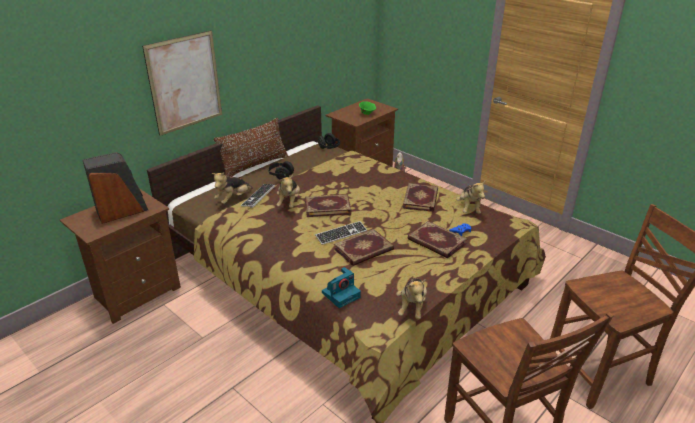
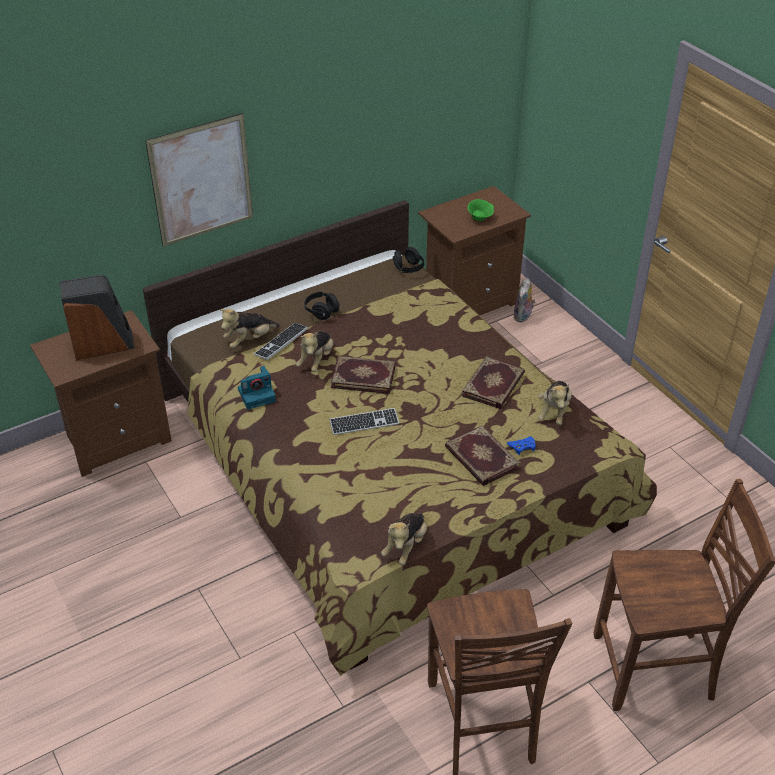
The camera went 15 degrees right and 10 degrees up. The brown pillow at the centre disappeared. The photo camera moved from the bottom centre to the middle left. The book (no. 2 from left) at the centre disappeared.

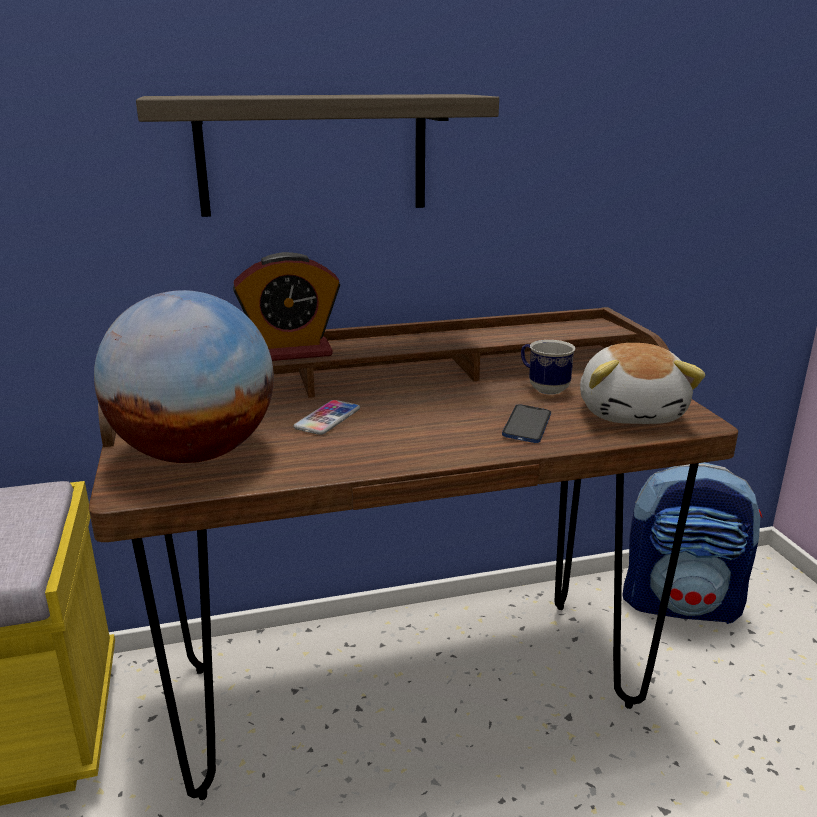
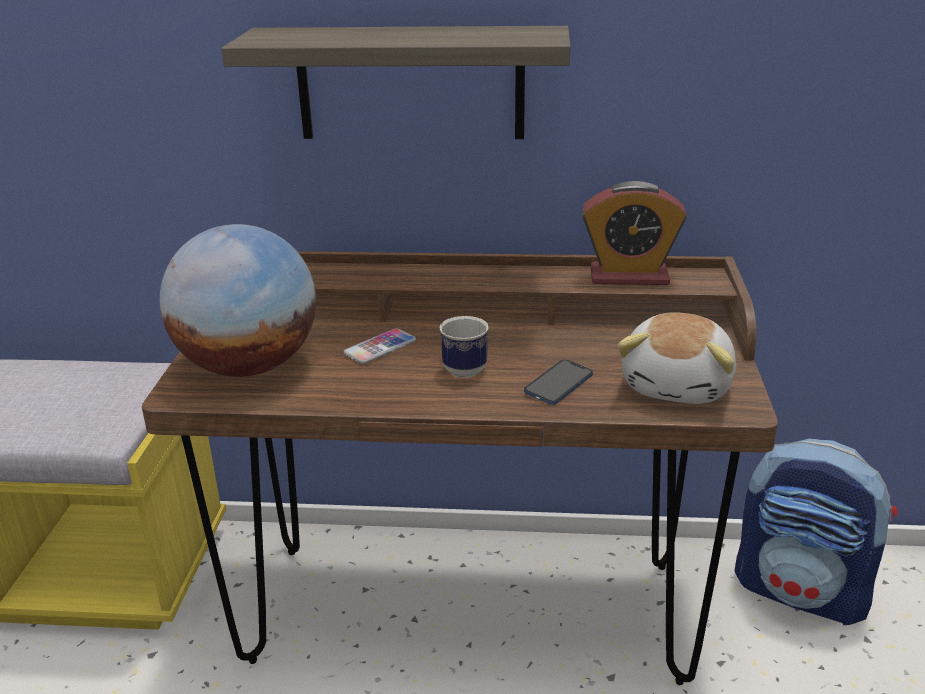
The camera went 20 degrees right and 5 degrees up. The alarm clock moved from the centre to the middle right. The mug moved from the middle right to the centre.

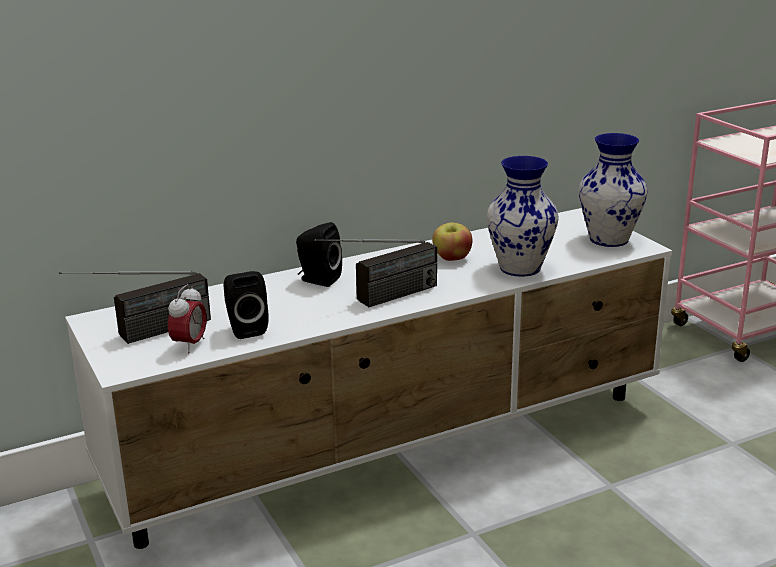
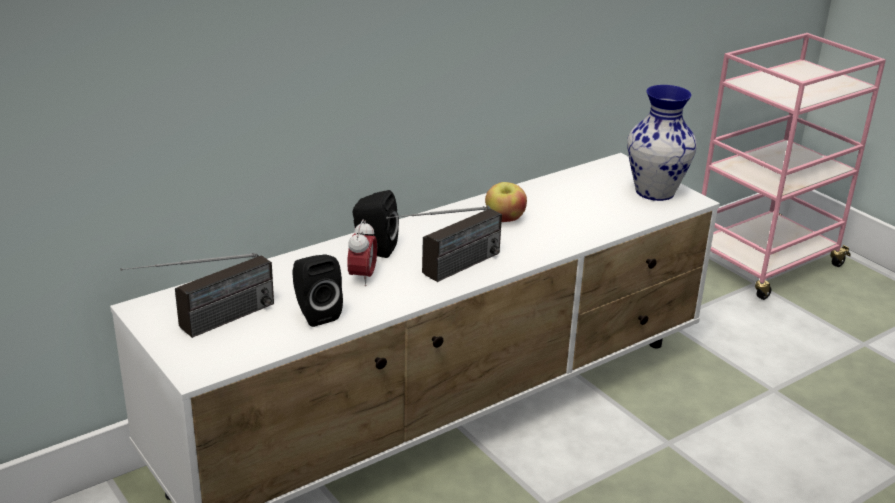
The camera went 10 degrees left and 5 degrees up. The alarm clock moved from the middle left to the centre. The vase (no. 1 from left) at the middle right disappeared.

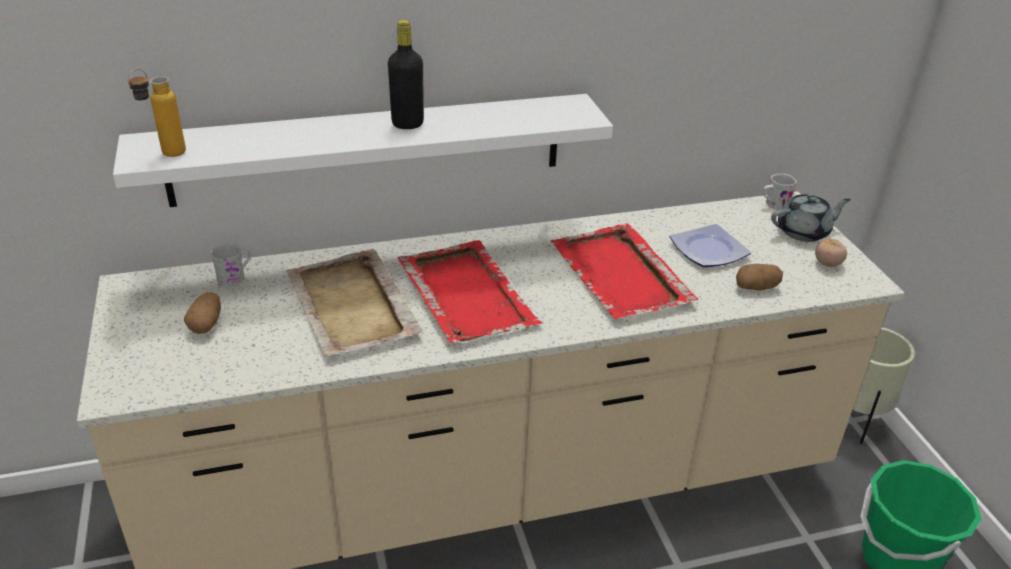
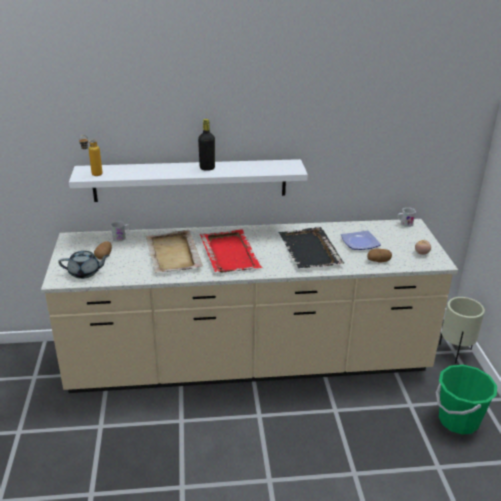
The camera went 10 degrees right and 5 degrees down. The red tray (no. 2 from left) at the centre became the black tray at the centre. The grey teapot moved from the middle right to the middle left.

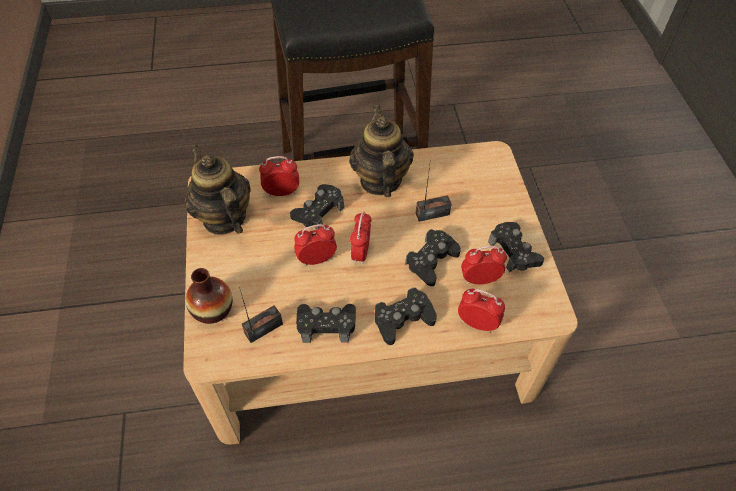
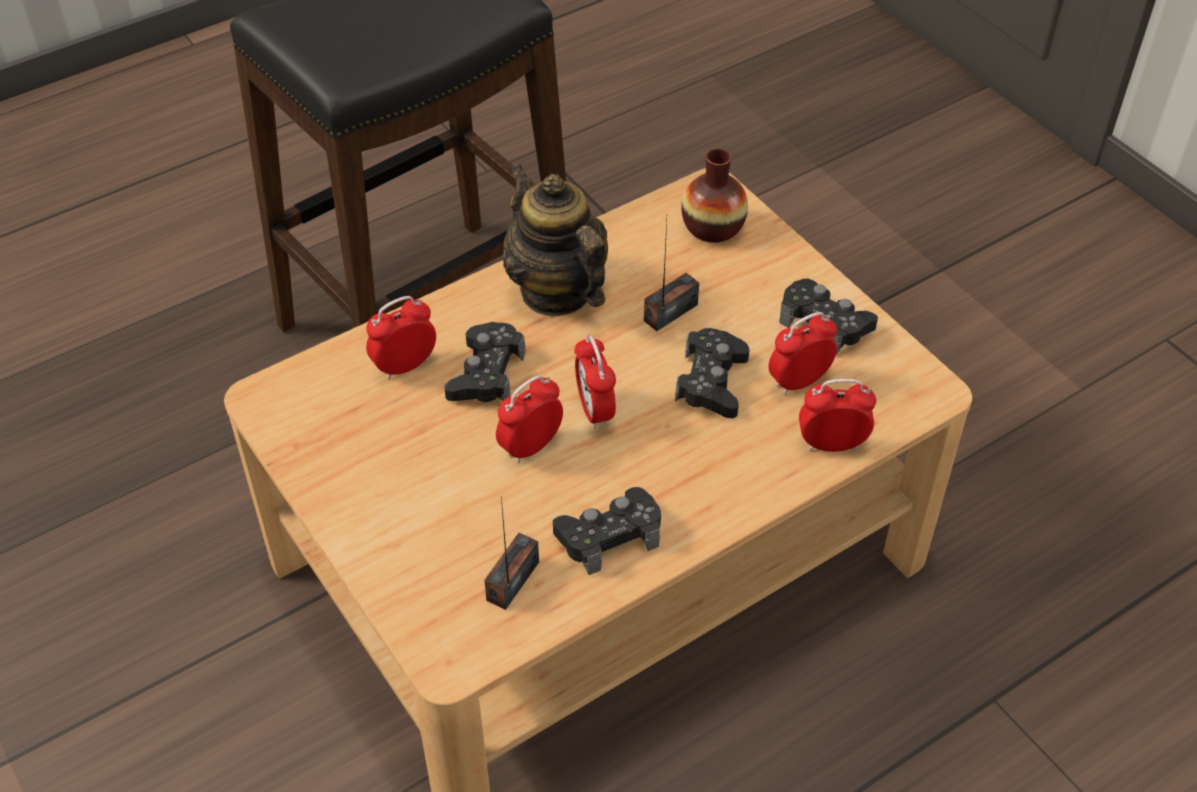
The camera went 25 degrees left and 5 degrees down. The teapot (no. 1 from left) at the middle left disappeared. The vase moved from the middle left to the top centre. The black game controller (no. 3 from left) at the centre disappeared.

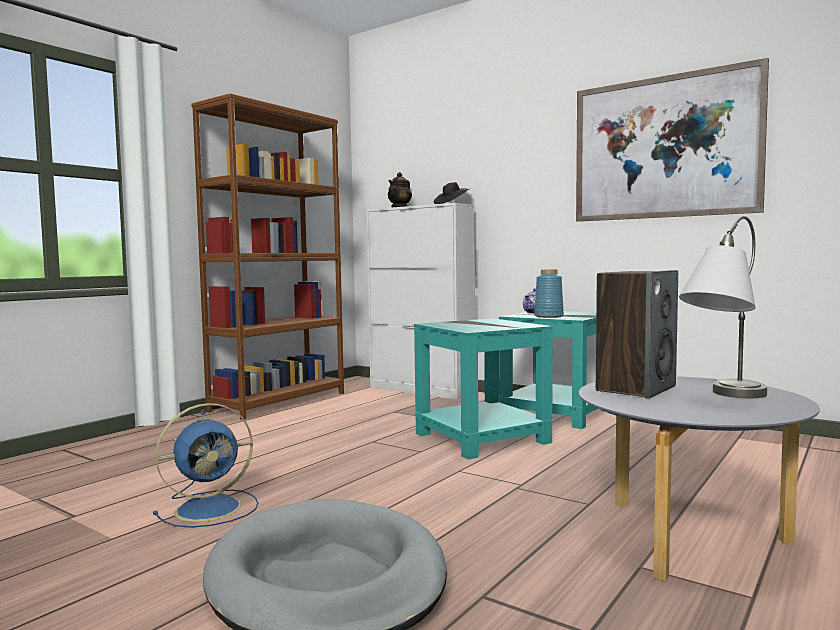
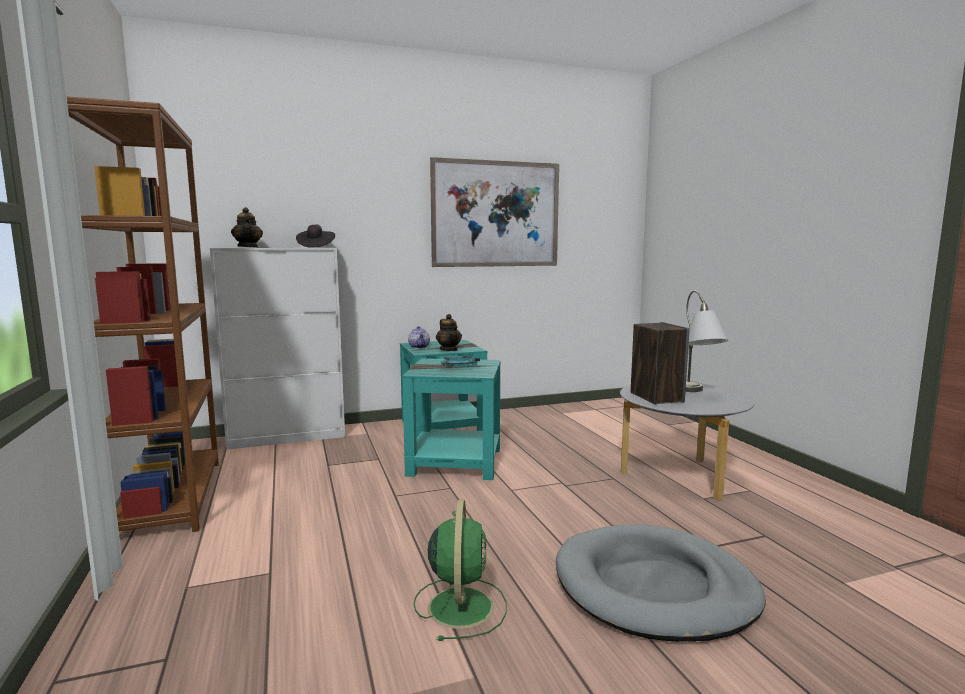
The camera went 55 degrees left and 5 degrees up. The blue fan at the bottom left became the green fan at the bottom centre. The blue vase at the centre was replaced by the teapot (no. 3 from left) at the centre. The turquoise tray at the centre appeared.

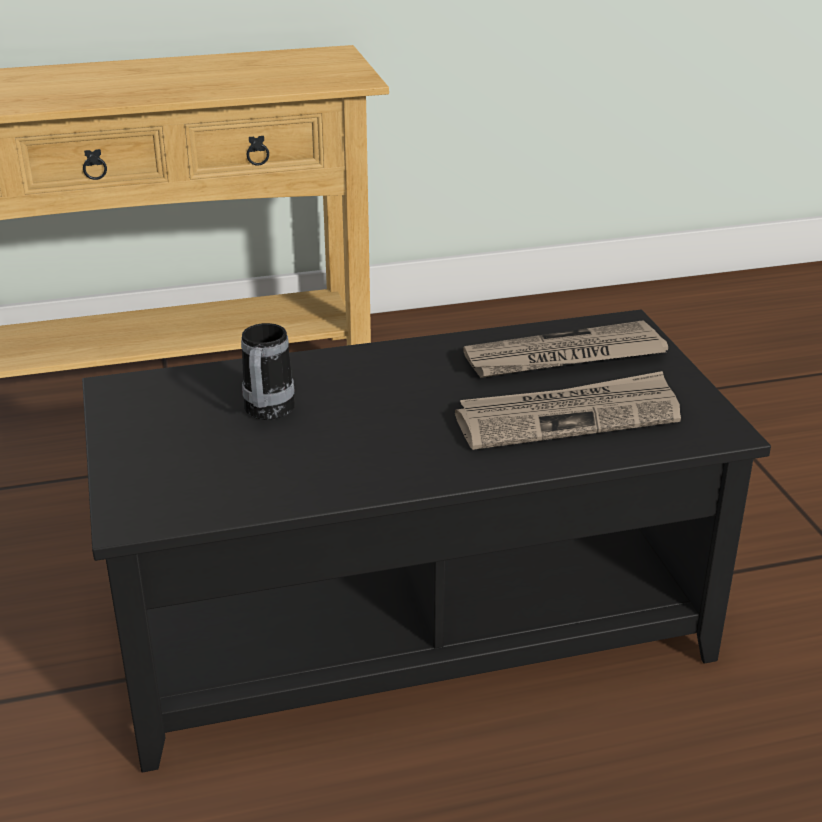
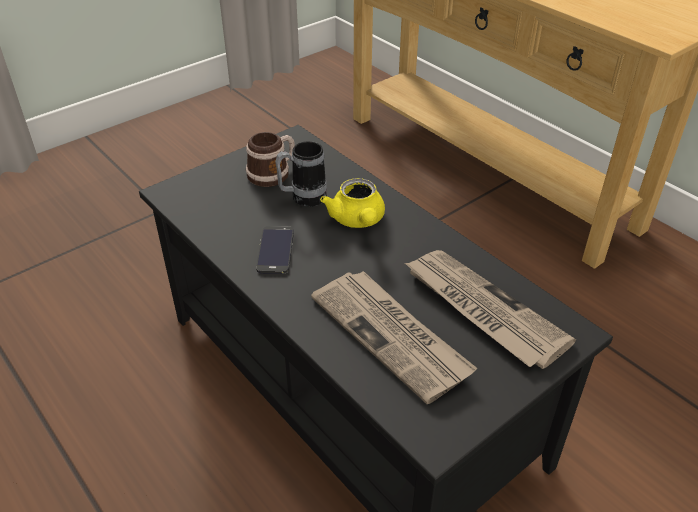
The camera went 65 degrees right and 10 degrees up. The mug (no. 1 from left) at the top centre appeared. The phone at the centre appeared. The yellow teapot at the centre appeared.

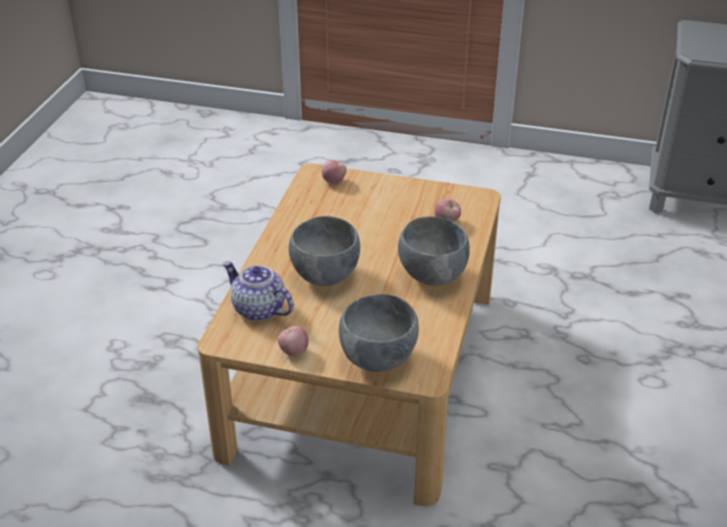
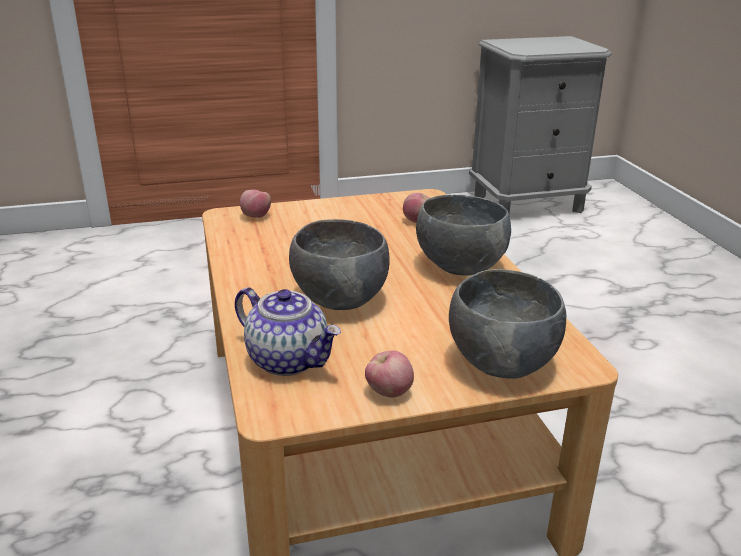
The camera went 30 degrees left and 10 degrees down. The teapot at the centre turned 150 degrees counterclockwise.

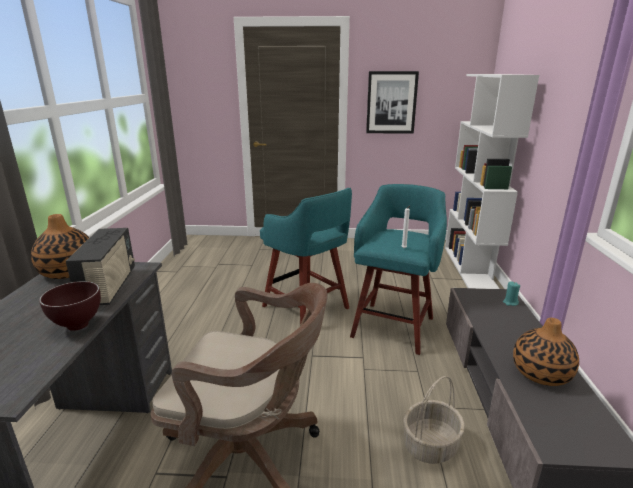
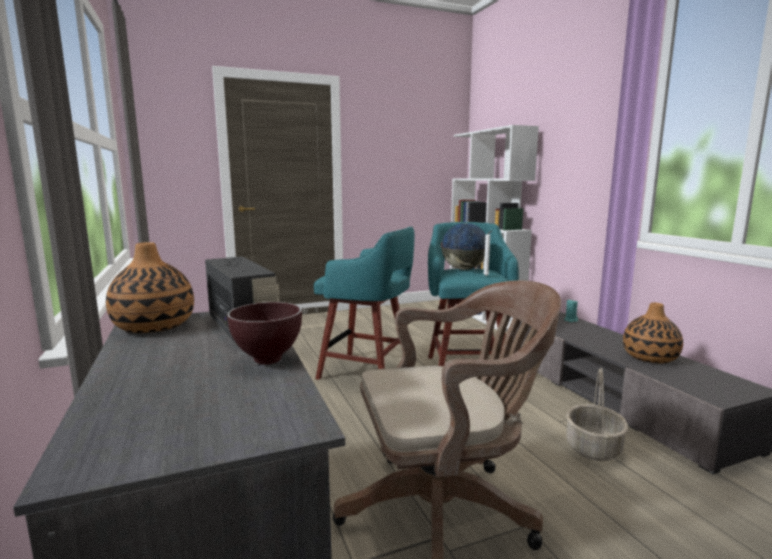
The camera went 25 degrees left and 10 degrees down. The picture at the top centre disappeared. The globe at the centre appeared.

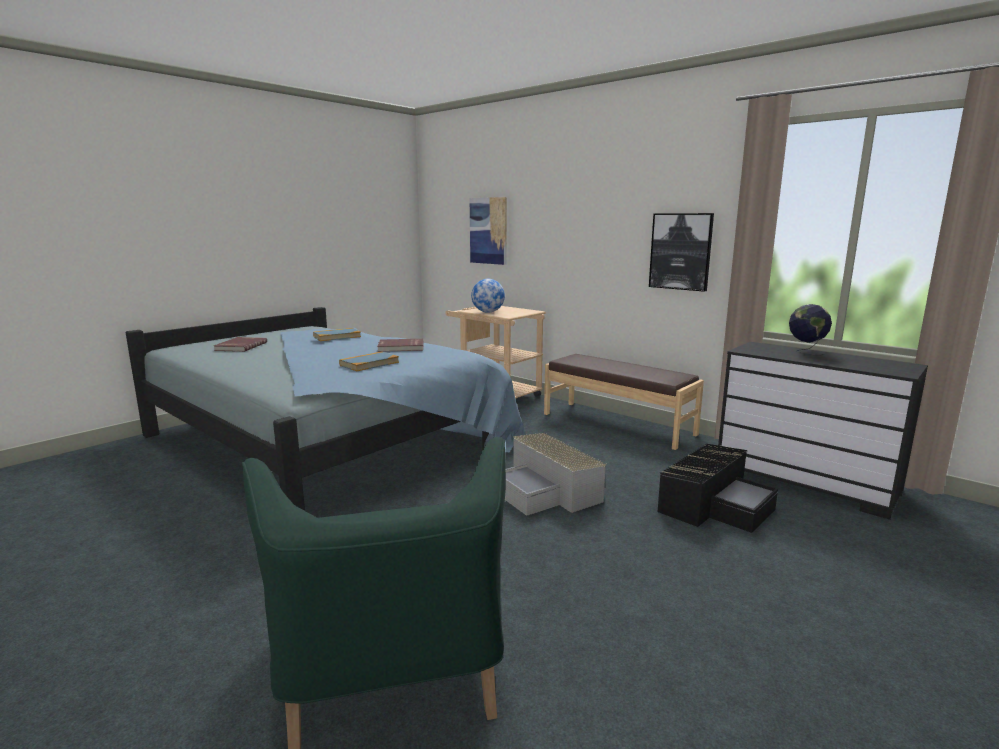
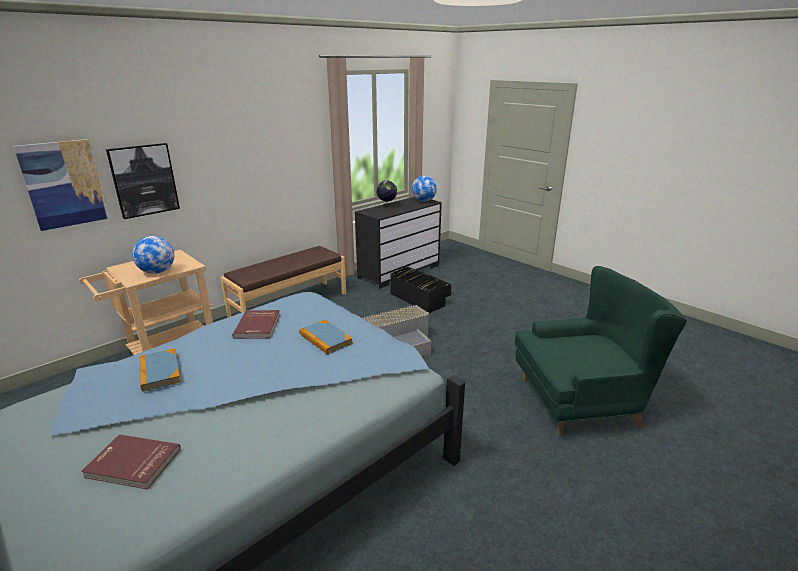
The camera went 85 degrees left and 10 degrees up. The picture (no. 2 from left) moved from the middle right to the top left. The globe (no. 3 from left) at the top centre appeared.

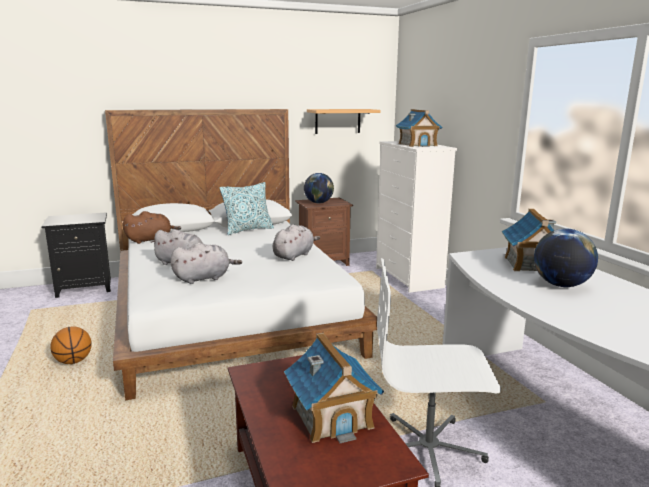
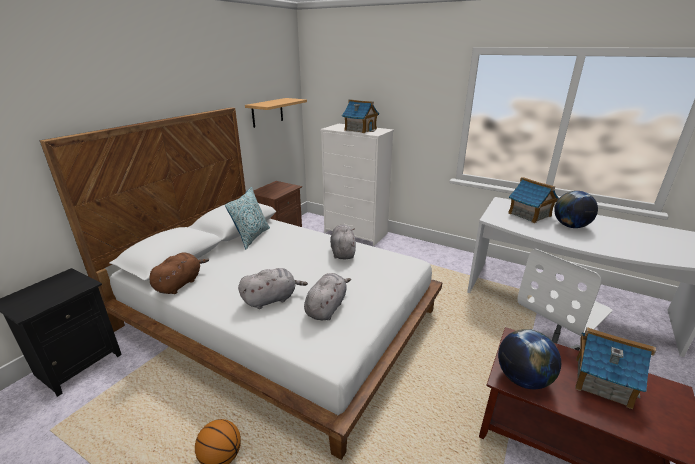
The camera went 40 degrees left and 10 degrees up. The globe (no. 1 from left) moved from the centre to the bottom right.

